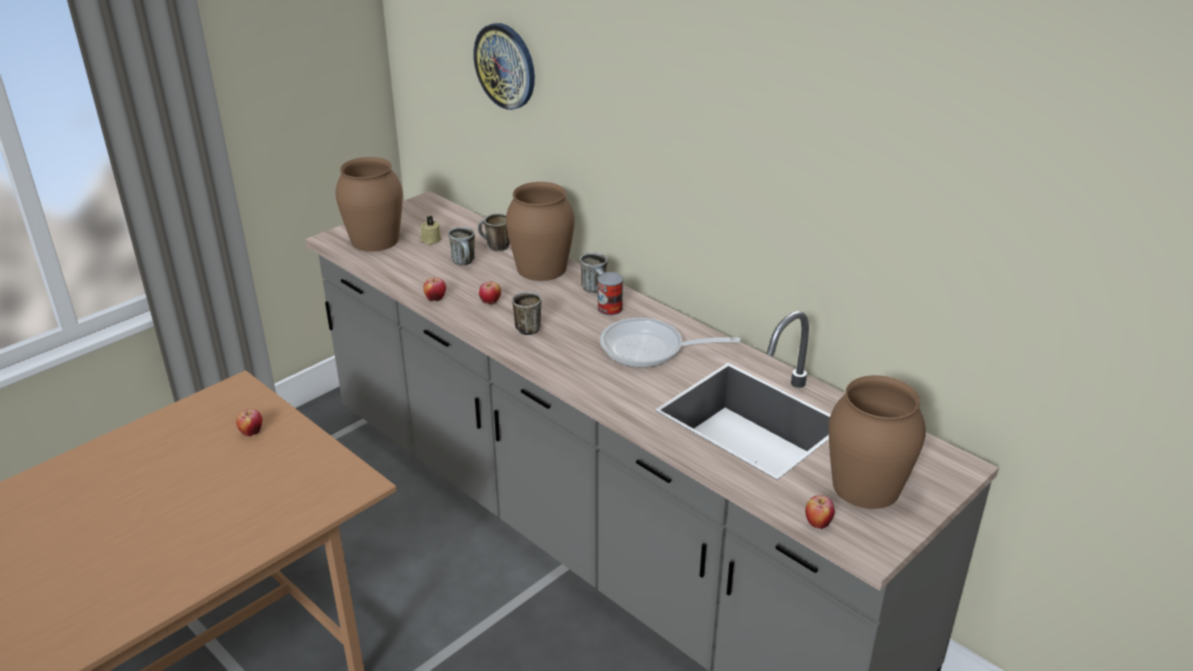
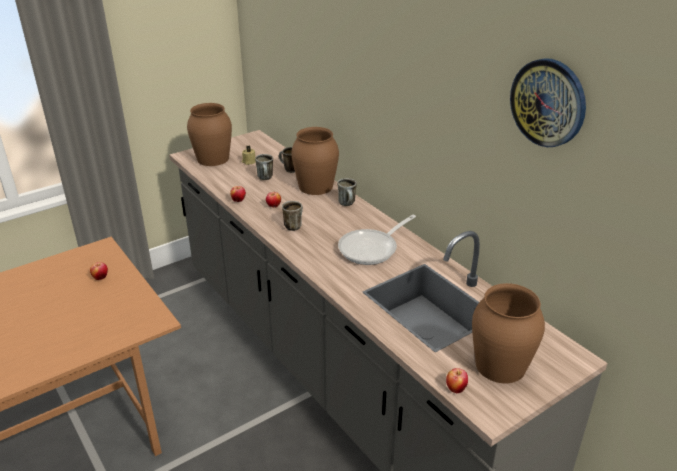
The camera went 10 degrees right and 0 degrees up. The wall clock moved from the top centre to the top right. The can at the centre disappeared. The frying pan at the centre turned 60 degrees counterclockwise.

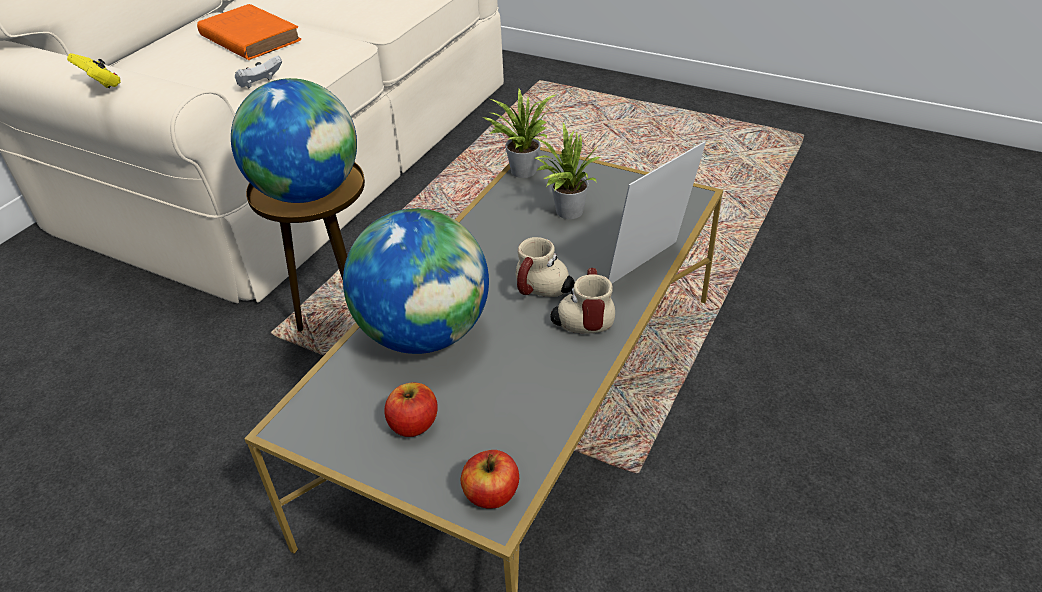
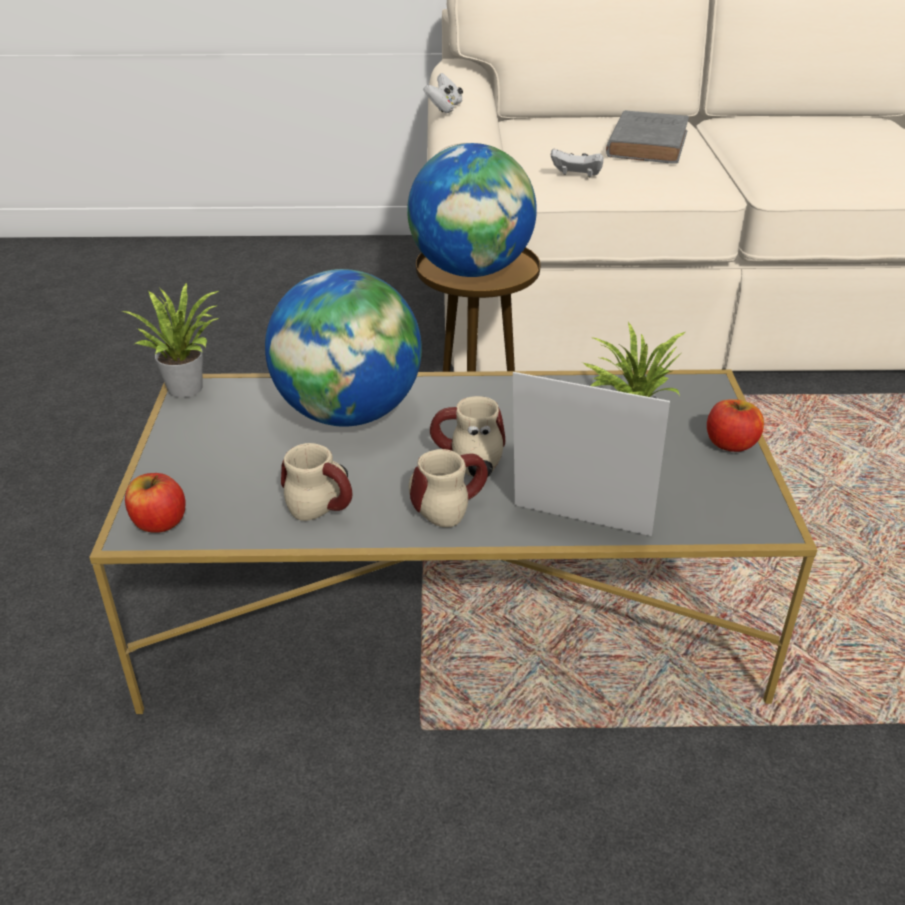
The camera went 60 degrees right and 5 degrees down. The yellow game controller at the top left became the white game controller (no. 1 from left) at the top centre. The orange book at the top left became the grey book at the top right. The apple (no. 1 from left in the first image) moved from the bottom centre to the middle right. The potted plant (no. 1 from left) moved from the top centre to the middle left. The mug (no. 1 from left) at the centre appeared.

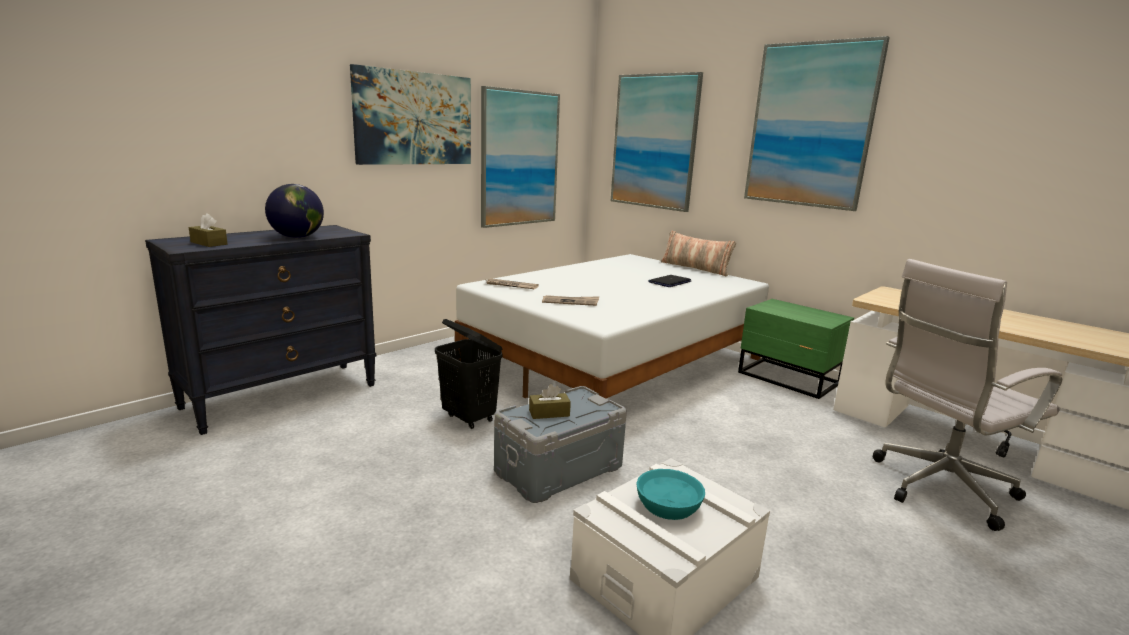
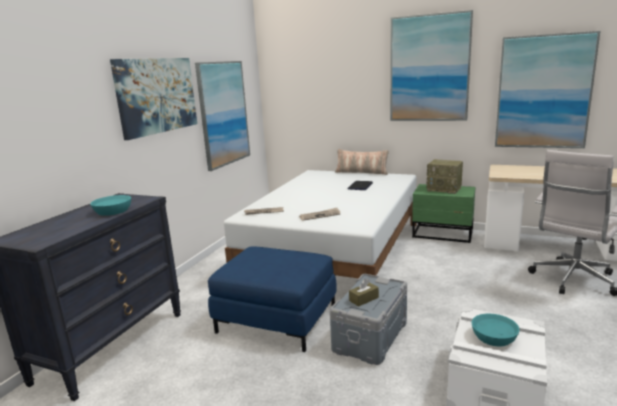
The camera went 20 degrees left and 0 degrees up. The brown tissue box (no. 1 from left) at the middle left disappeared. The globe at the top left was replaced by the turquoise bowl (no. 1 from left) at the middle left. The black laundry basket at the centre was replaced by the blue ottoman at the bottom centre. The picture (no. 3 from left in the first image) moved from the top centre to the top right. The radio at the middle right appeared.

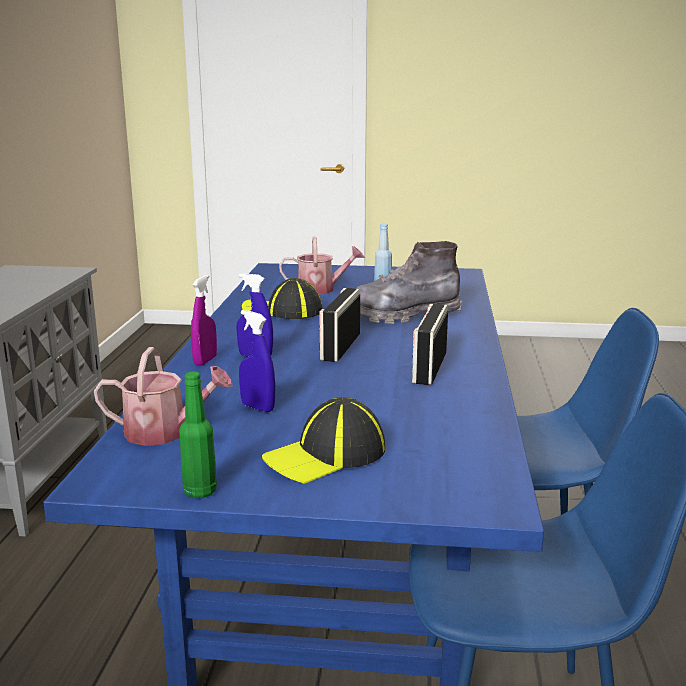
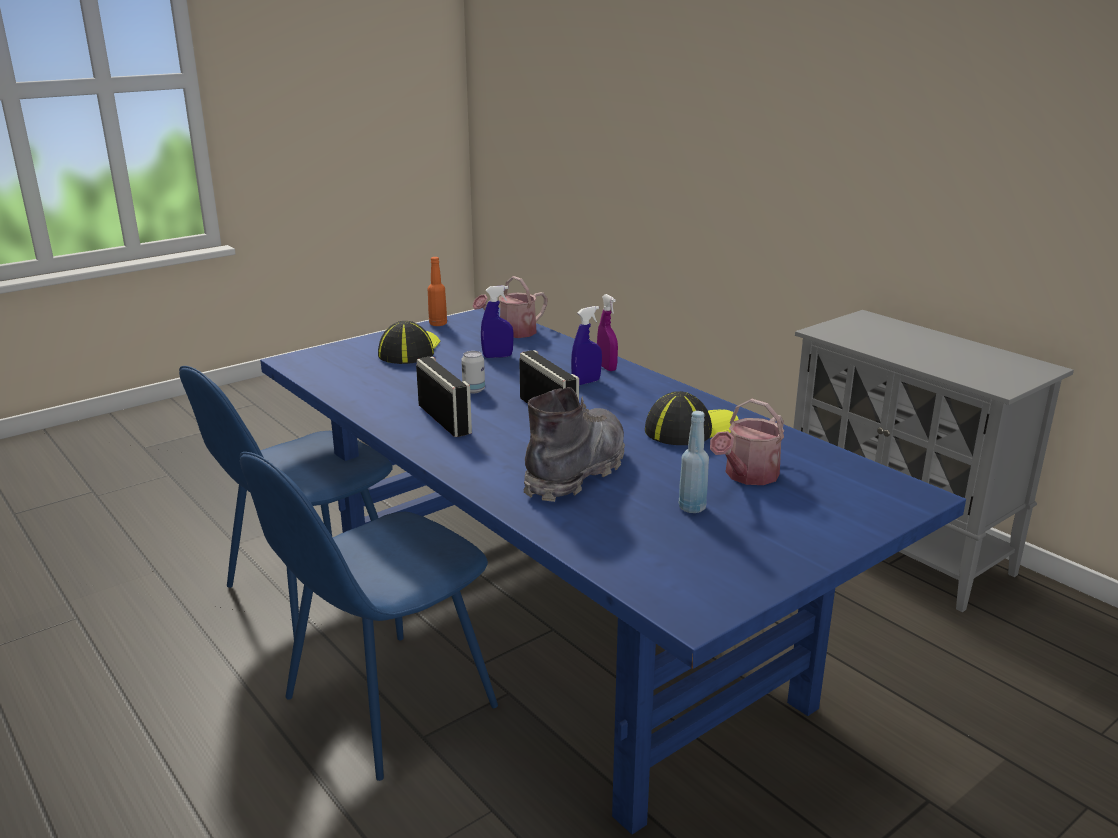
The camera went 135 degrees right and 5 degrees up. The green bottle at the middle left became the orange bottle at the centre. The can at the centre appeared.

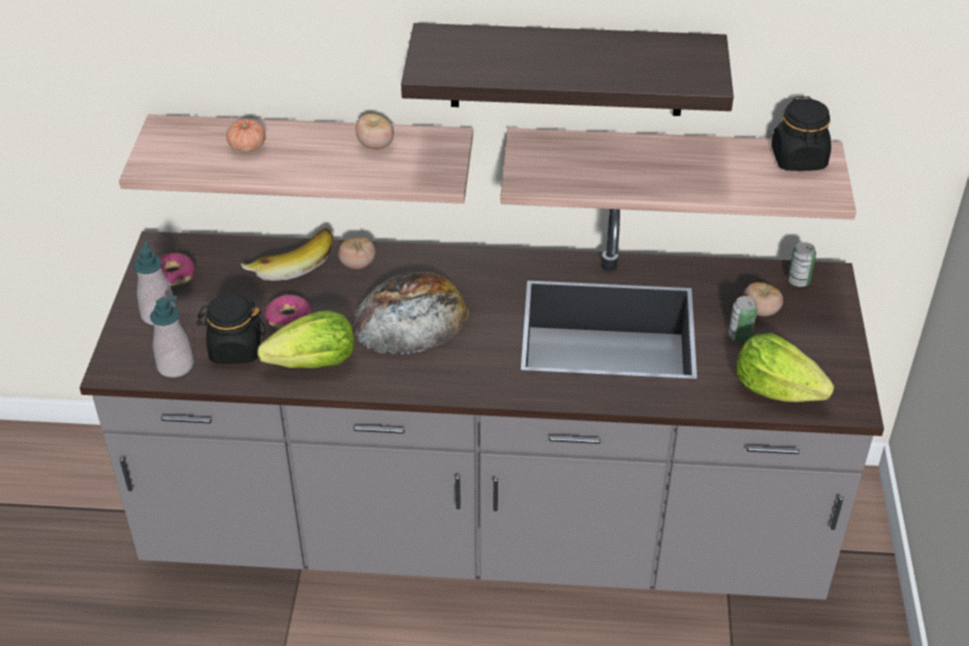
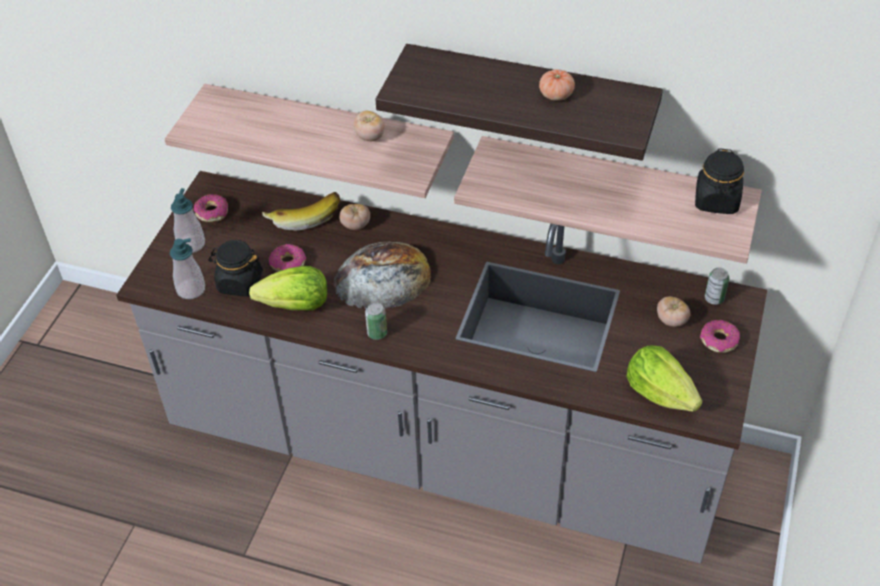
The camera went 15 degrees right and 5 degrees up. The tomato (no. 1 from left in the first image) moved from the top left to the top centre. The can (no. 1 from left) moved from the middle right to the centre. The donut (no. 3 from left) at the middle right appeared.

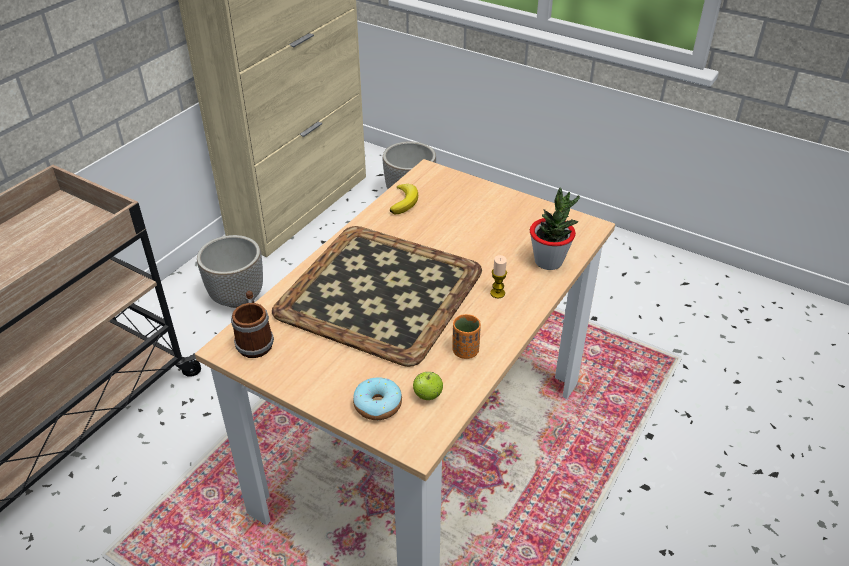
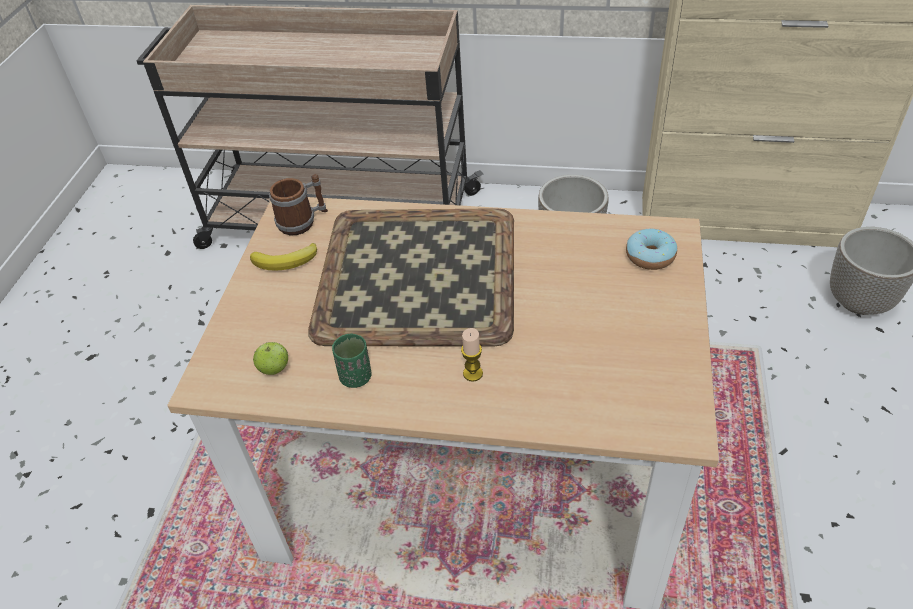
The camera went 70 degrees right and 5 degrees up. The donut moved from the bottom centre to the middle right. The banana moved from the centre to the middle left. The orange cup at the centre became the green cup at the centre. The potted plant at the centre disappeared.

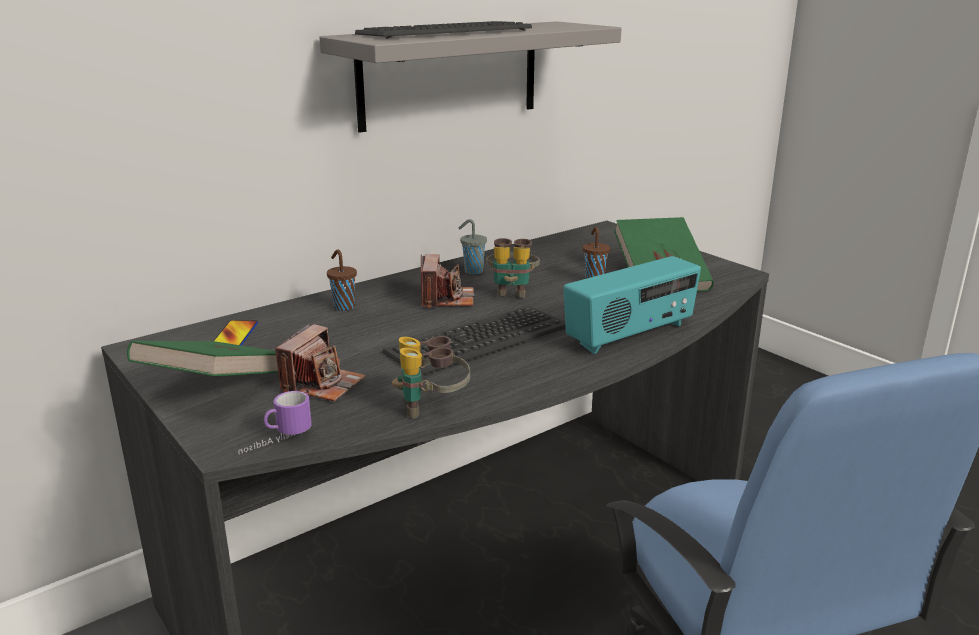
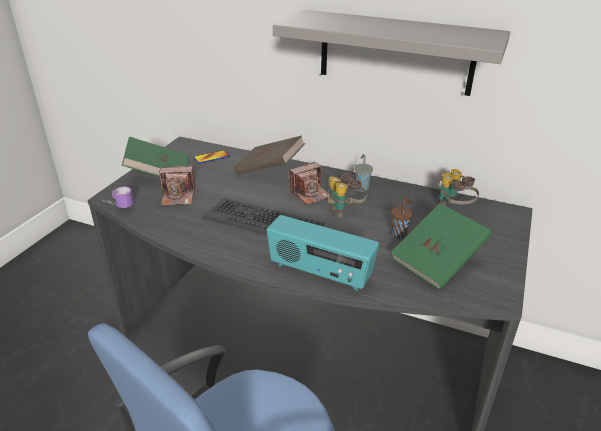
The camera went 60 degrees right and 10 degrees up. The brown cup (no. 1 from left) at the centre was replaced by the brown book at the centre. The keyboard (no. 1 from left) at the top centre disappeared. The binoculars (no. 1 from left in the first image) moved from the centre to the middle right.

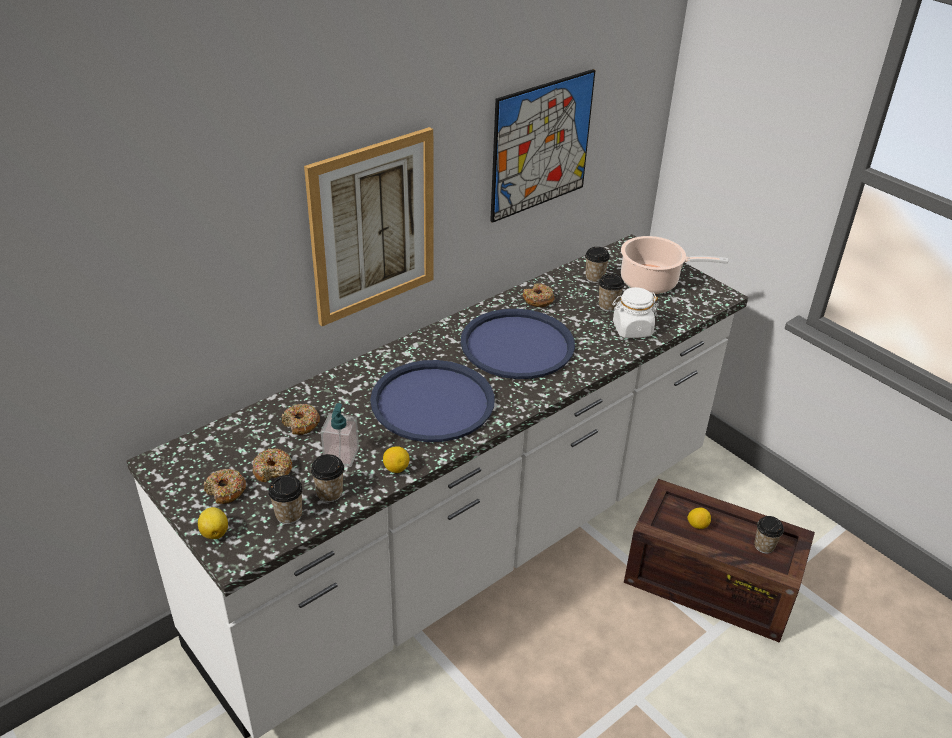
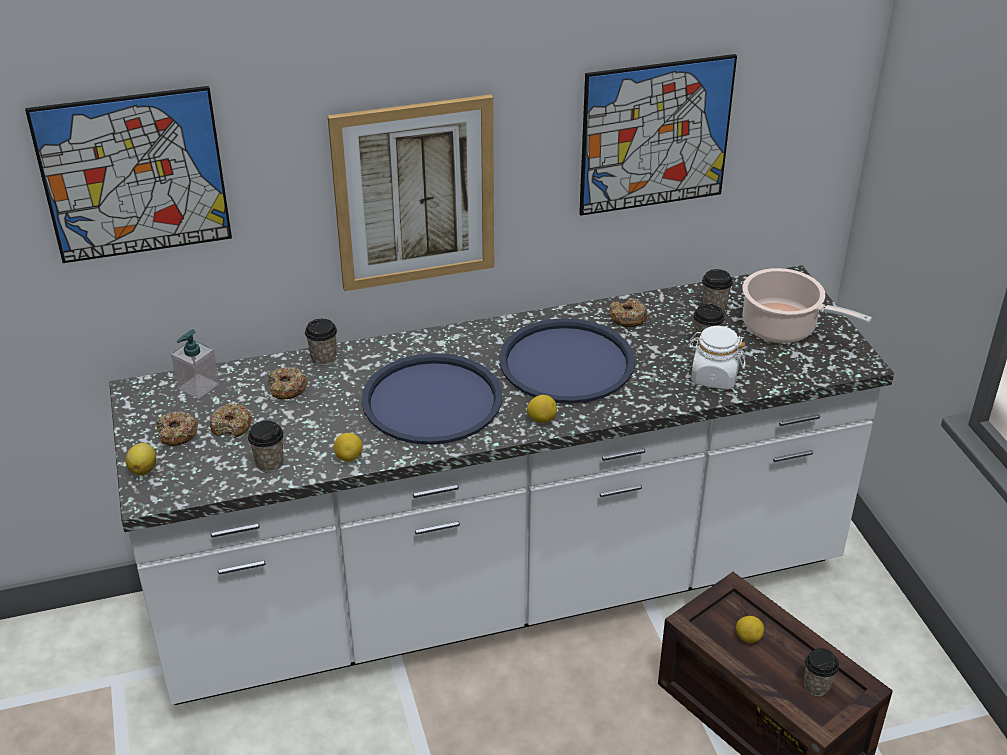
The camera went 25 degrees right and 0 degrees up. The cup (no. 1 from left in the first image) moved from the bottom left to the middle left. The soap dispenser moved from the centre to the middle left. The picture (no. 1 from left) at the top left appeared. The lemon (no. 3 from left) at the centre appeared.

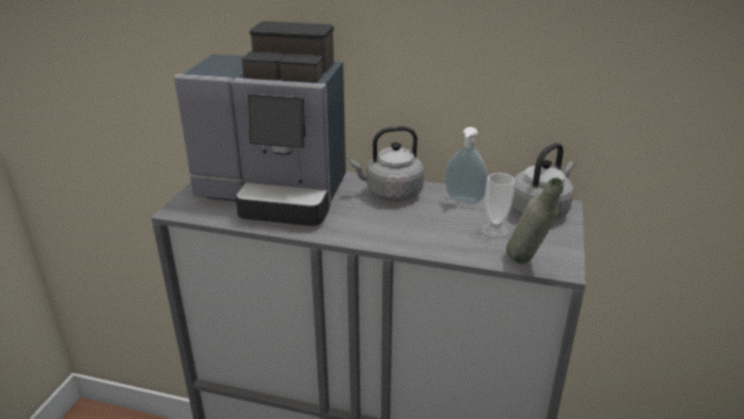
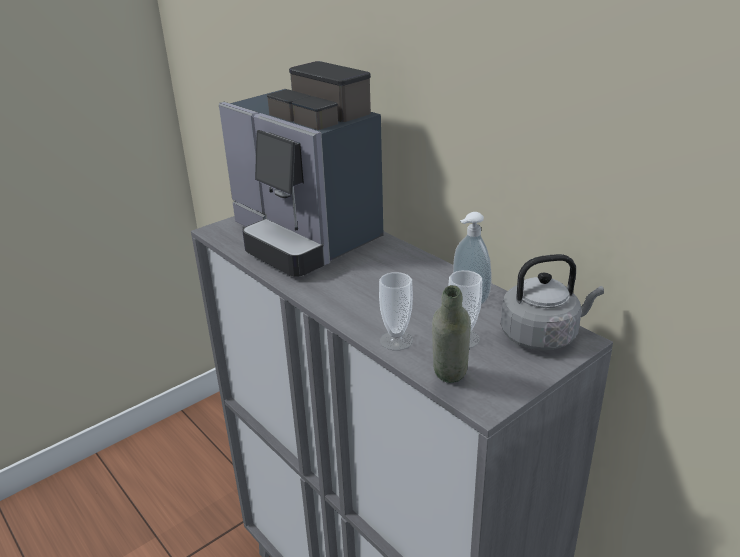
The camera went 35 degrees right and 0 degrees up. The grey kettle (no. 1 from left) at the centre disappeared. The cup (no. 1 from left) at the centre appeared.

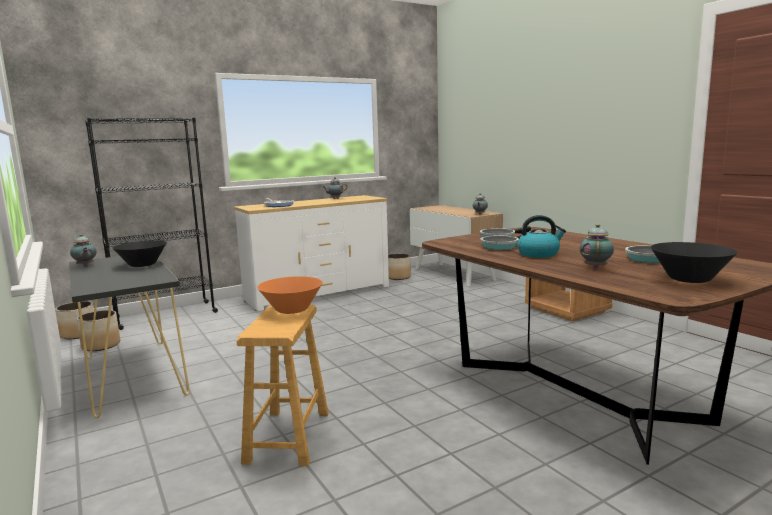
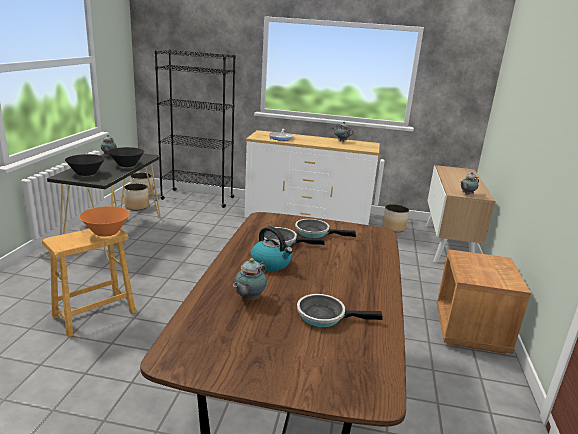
The camera went 40 degrees right and 10 degrees up. The teapot (no. 4 from left in the first image) at the middle right turned 150 degrees clockwise. The black bowl (no. 2 from left in the first image) moved from the middle right to the middle left.

